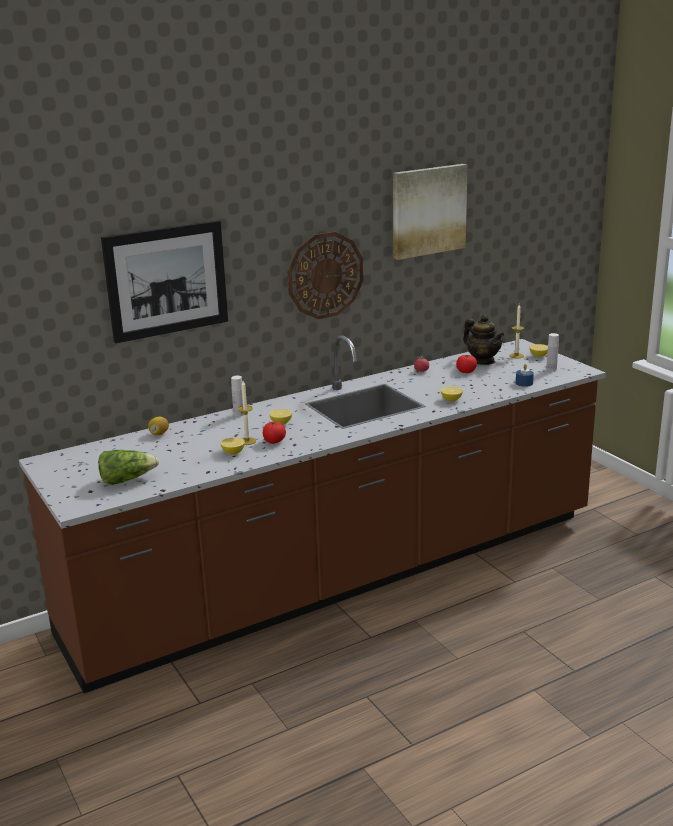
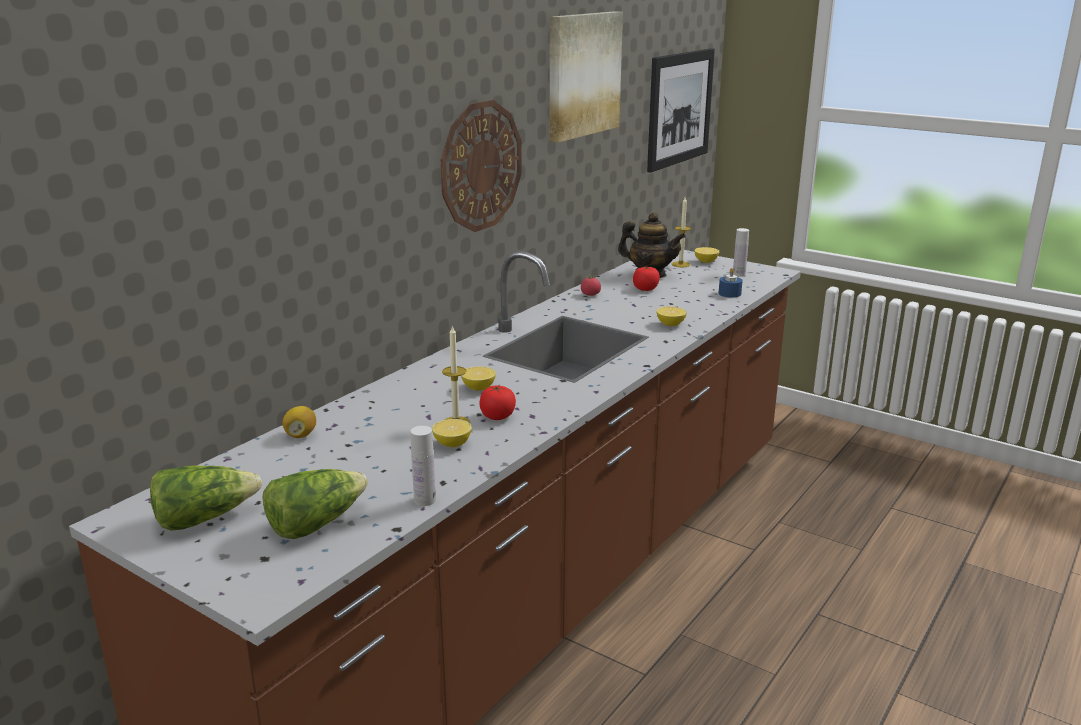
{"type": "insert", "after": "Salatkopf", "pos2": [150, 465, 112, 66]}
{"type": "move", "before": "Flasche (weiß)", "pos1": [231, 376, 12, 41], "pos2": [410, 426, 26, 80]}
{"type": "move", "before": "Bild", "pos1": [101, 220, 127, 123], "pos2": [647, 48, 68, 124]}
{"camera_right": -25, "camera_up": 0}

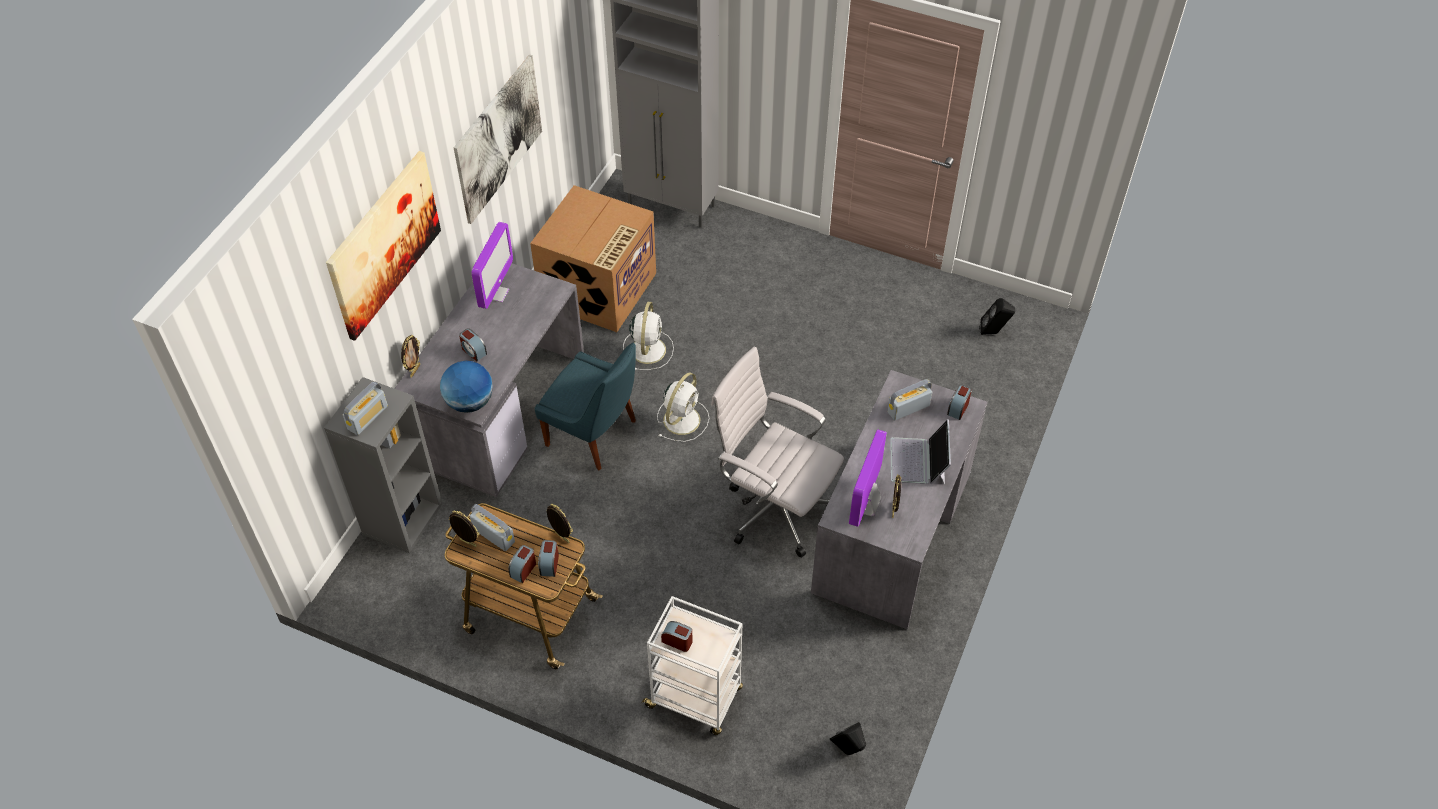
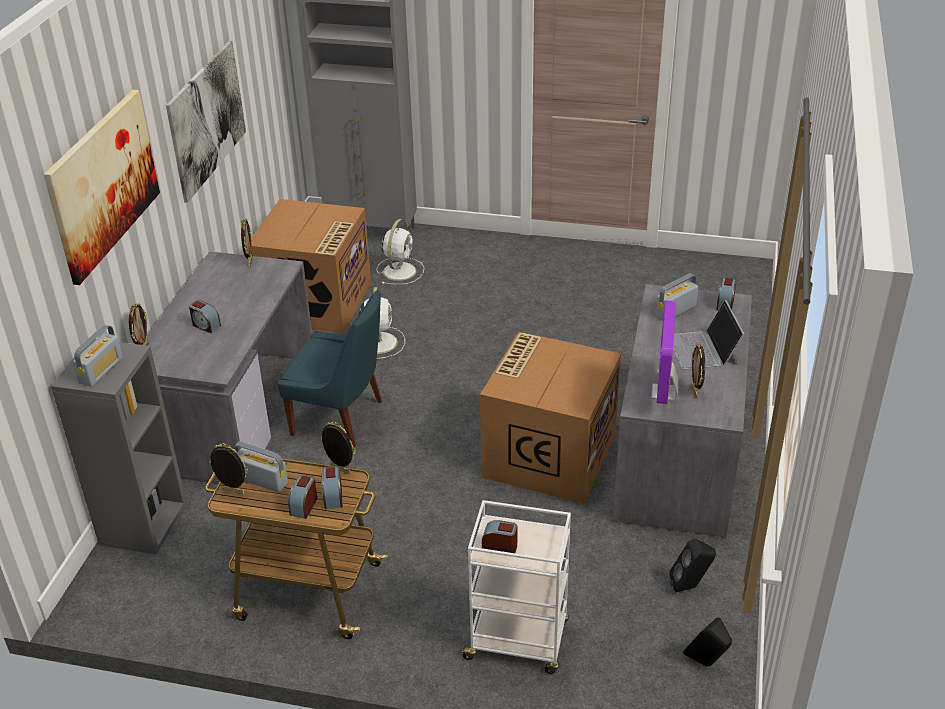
{"type": "insert", "after": "Bilderrahmen", "pos2": [241, 218, 12, 49]}
{"type": "move", "before": "Ventilator (weiß)", "pos1": [657, 373, 52, 69], "pos2": [377, 219, 47, 66]}
{"type": "replace", "before": "Bürostuhl (weiß)", "after": "Karton", "pos1": [711, 347, 133, 211], "pos2": [480, 332, 141, 172]}
{"type": "move", "before": "Lautsprecher (schwarz)", "pos1": [979, 298, 36, 37], "pos2": [670, 539, 46, 54]}
{"type": "delete", "before": "Globus", "pos1": [440, 361, 53, 52]}
{"type": "delete", "before": "Monitor", "pos1": [471, 222, 42, 87]}
{"camera_right": -10, "camera_up": -15}

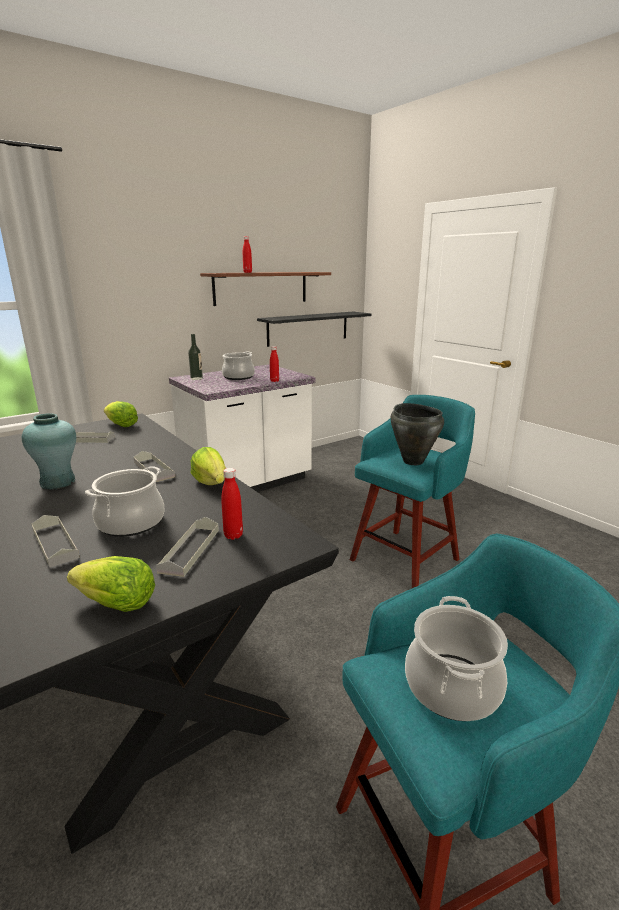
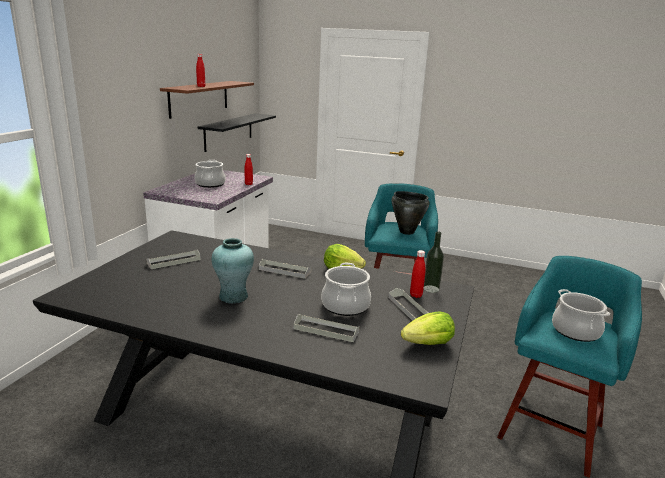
{"type": "move", "before": "Flasche", "pos1": [188, 334, 15, 46], "pos2": [424, 231, 20, 62]}
{"type": "delete", "before": "Salatkopf", "pos1": [104, 401, 34, 26]}
{"camera_right": -35, "camera_up": 0}

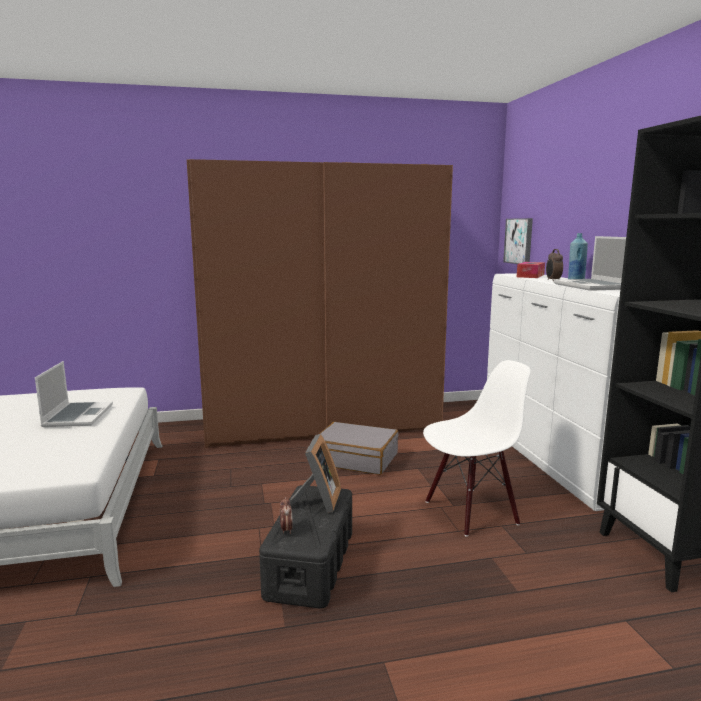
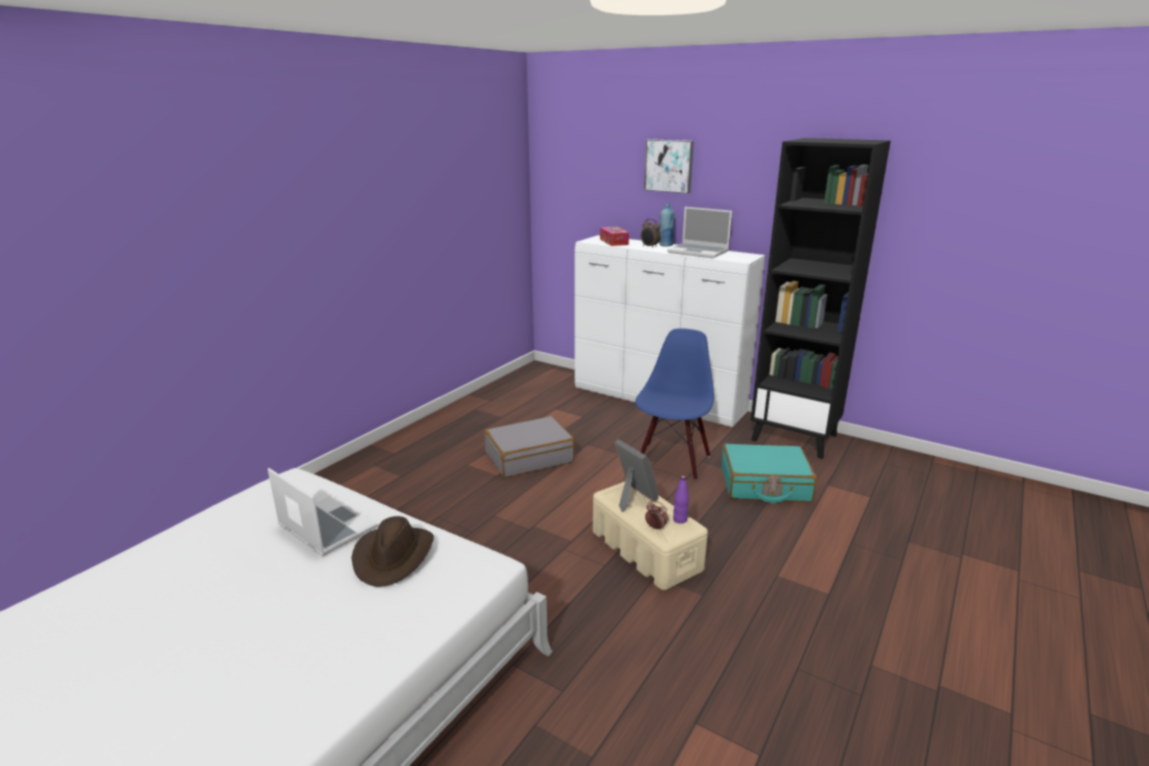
{"type": "insert", "after": "Hut (braun)", "pos2": [351, 516, 83, 71]}
{"type": "recolor", "before": "Aufbewahrungsbox (schwarz)", "after": "Aufbewahrungsbox (beige)", "pos1": [259, 485, 93, 124], "pos2": [593, 482, 115, 108]}
{"type": "recolor", "before": "Stuhl (weiß)", "after": "Stuhl (blau)", "pos1": [423, 360, 107, 177], "pos2": [635, 328, 79, 152]}
{"type": "move", "before": "Bild", "pos1": [503, 218, 30, 46], "pos2": [644, 139, 50, 55]}
{"type": "insert", "after": "Flasche (lila)", "pos2": [673, 476, 16, 48]}
{"type": "insert", "after": "Koffer (türkis)", "pos2": [721, 444, 96, 59]}
{"type": "delete", "before": "Kleiderschrank (braun)", "pos1": [187, 159, 266, 289]}
{"camera_right": -45, "camera_up": 10}

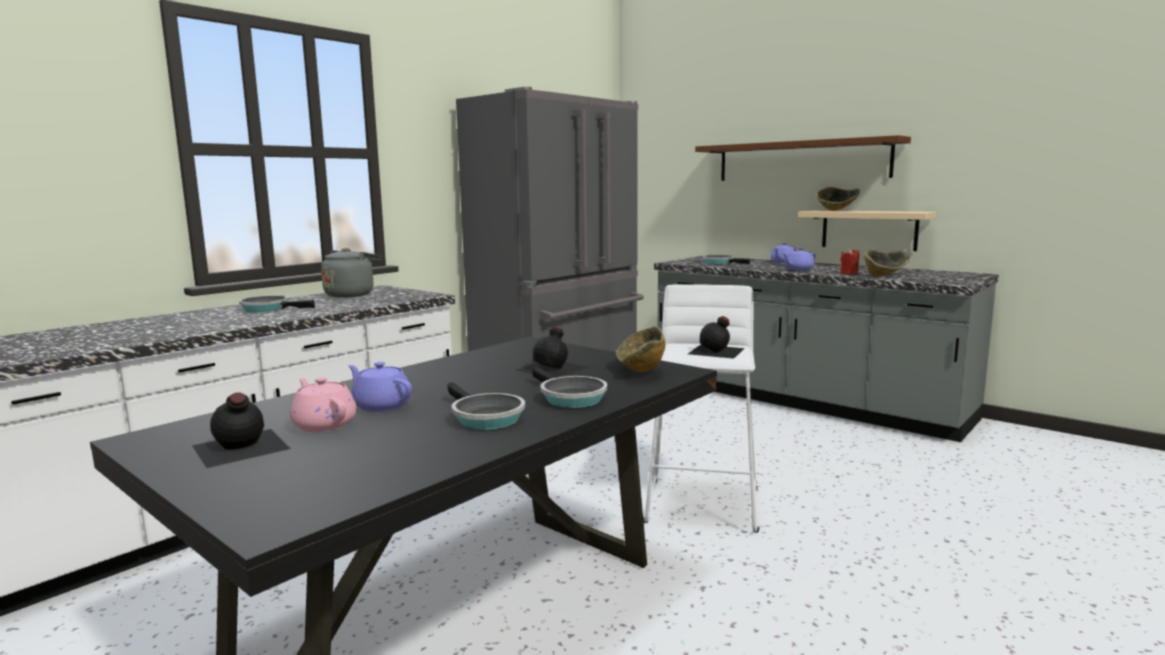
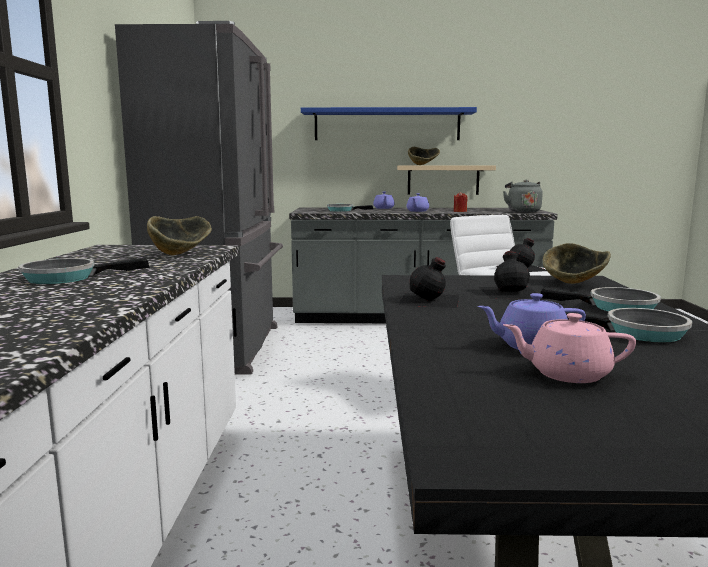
{"type": "move", "before": "Schüssel", "pos1": [864, 249, 46, 27], "pos2": [147, 216, 65, 39]}
{"type": "recolor", "before": "Wandregal (braun)", "after": "Wandregal (blau)", "pos1": [695, 135, 216, 46], "pos2": [301, 107, 176, 33]}
{"type": "move", "before": "Flasche (schwarz)", "pos1": [192, 392, 99, 76], "pos2": [398, 257, 61, 51]}
{"type": "move", "before": "Wasserkessel (grau)", "pos1": [321, 248, 60, 50], "pos2": [503, 180, 40, 32]}
{"camera_right": -40, "camera_up": 0}

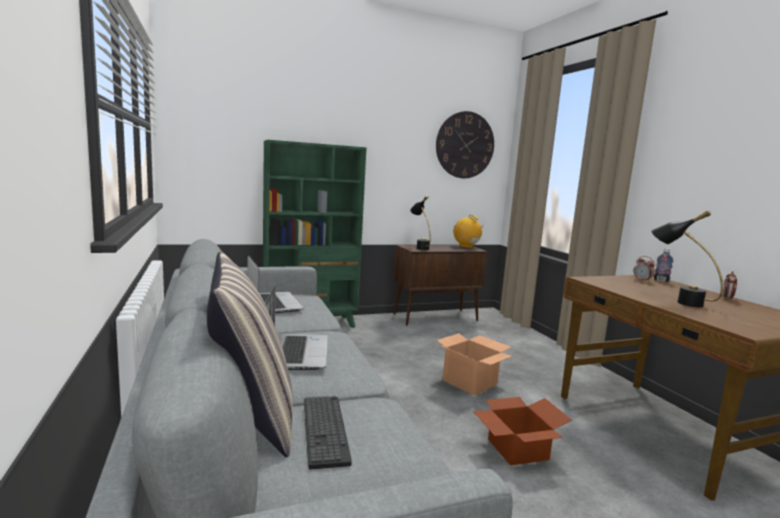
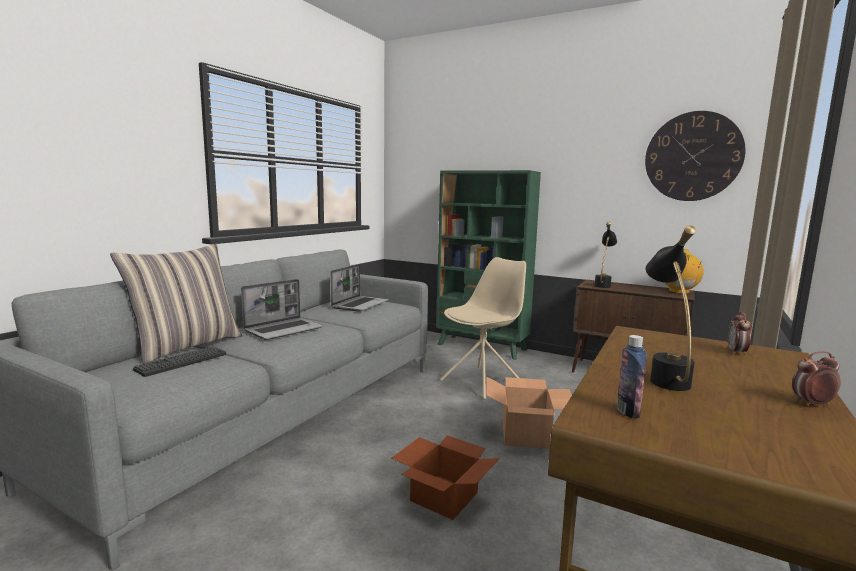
{"type": "insert", "after": "Stuhl (beige)", "pos2": [440, 257, 86, 143]}
{"type": "move", "before": "Flasche", "pos1": [654, 248, 19, 34], "pos2": [617, 335, 30, 84]}
{"camera_right": 50, "camera_up": 0}

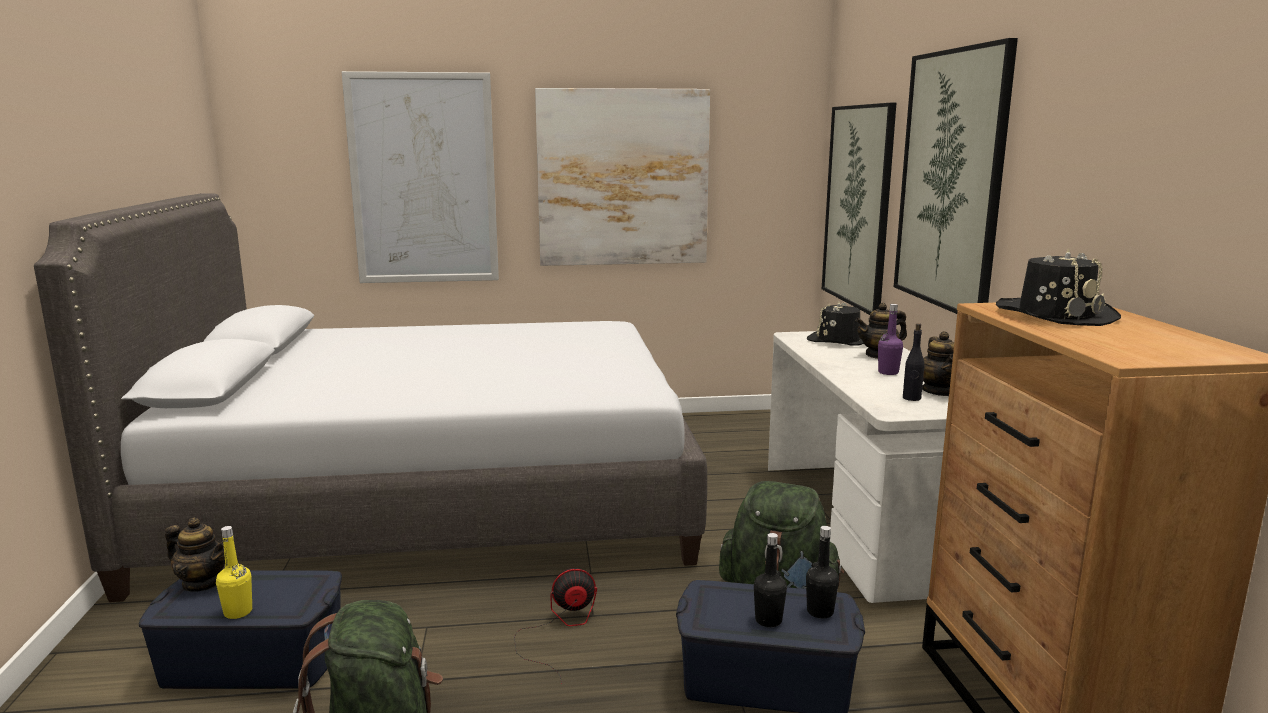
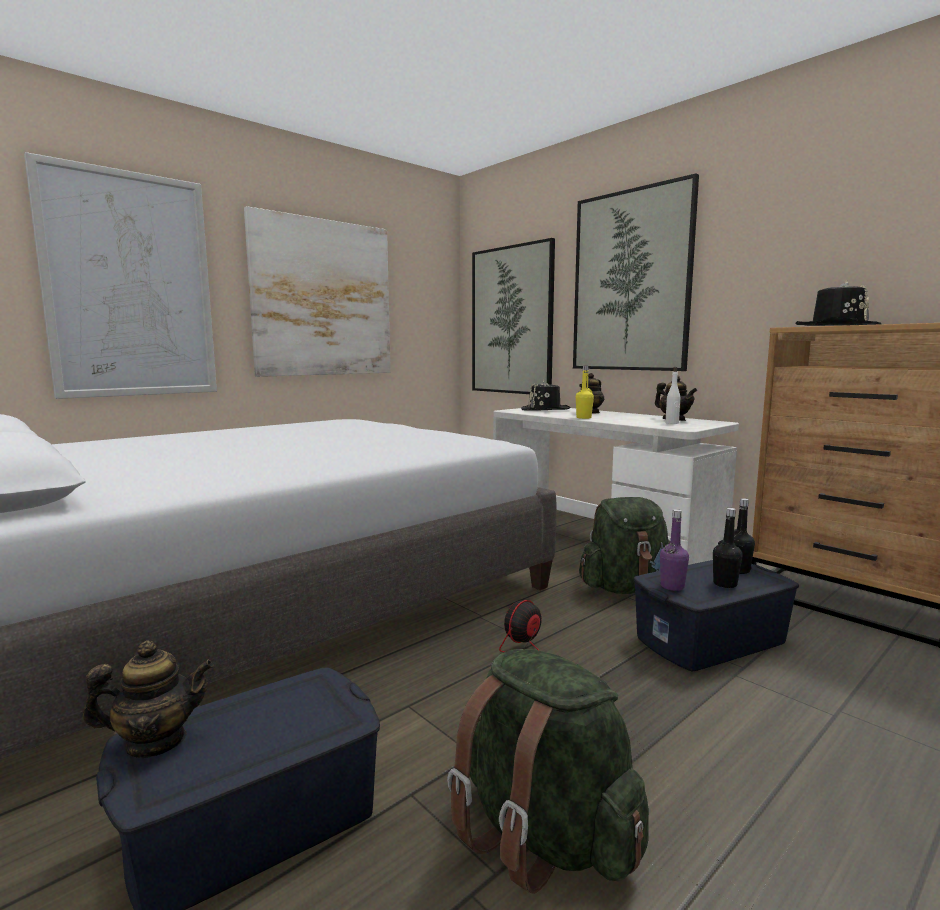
{"type": "move", "before": "Flasche (gelb)", "pos1": [216, 526, 36, 93], "pos2": [576, 366, 18, 53]}
{"type": "move", "before": "Flasche (lila)", "pos1": [878, 304, 25, 71], "pos2": [660, 509, 29, 82]}
{"type": "recolor", "before": "Flasche (schwarz)", "after": "Flasche (weiß)", "pos1": [903, 323, 21, 78], "pos2": [665, 367, 15, 57]}
{"camera_right": -35, "camera_up": -5}

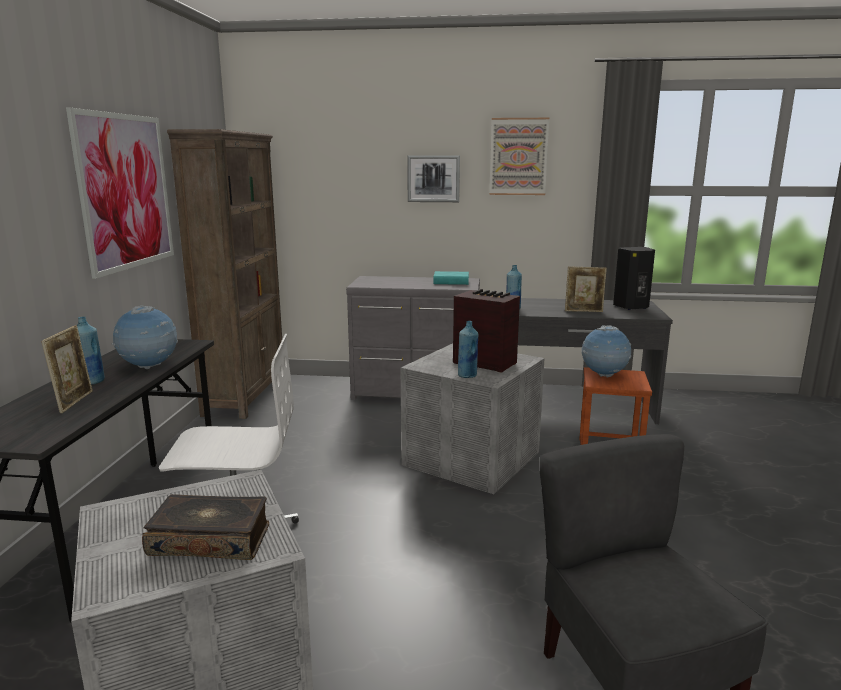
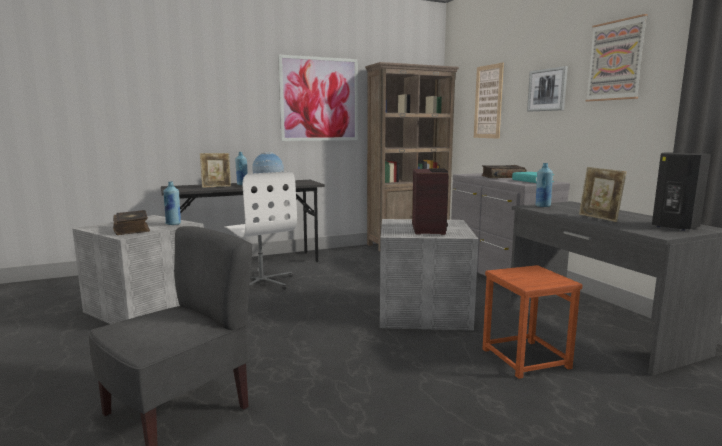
{"type": "move", "before": "Flasche (blau)", "pos1": [458, 321, 20, 57], "pos2": [163, 181, 18, 44]}
{"type": "insert", "after": "Bild", "pos2": [474, 62, 30, 77]}
{"type": "insert", "after": "Buch", "pos2": [481, 165, 46, 13]}
{"type": "delete", "before": "Globus", "pos1": [581, 325, 51, 52]}
{"camera_right": 60, "camera_up": -5}

